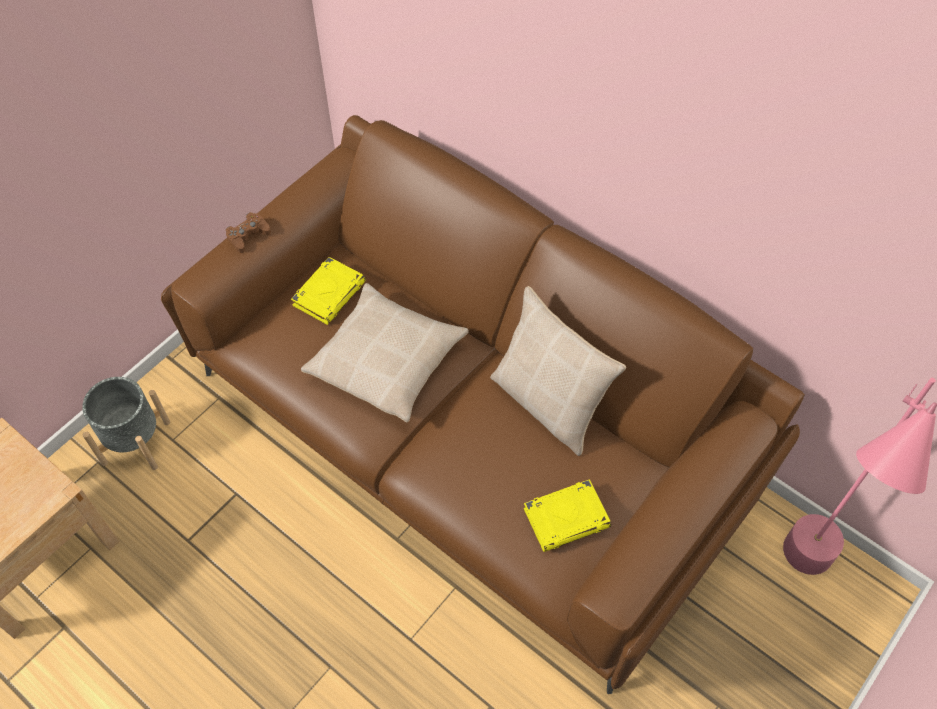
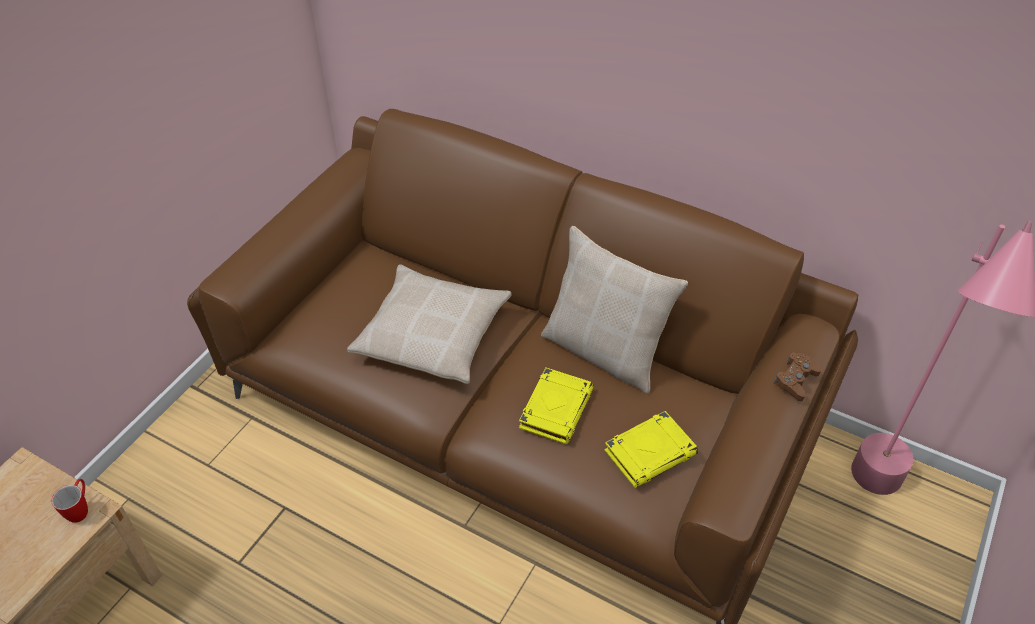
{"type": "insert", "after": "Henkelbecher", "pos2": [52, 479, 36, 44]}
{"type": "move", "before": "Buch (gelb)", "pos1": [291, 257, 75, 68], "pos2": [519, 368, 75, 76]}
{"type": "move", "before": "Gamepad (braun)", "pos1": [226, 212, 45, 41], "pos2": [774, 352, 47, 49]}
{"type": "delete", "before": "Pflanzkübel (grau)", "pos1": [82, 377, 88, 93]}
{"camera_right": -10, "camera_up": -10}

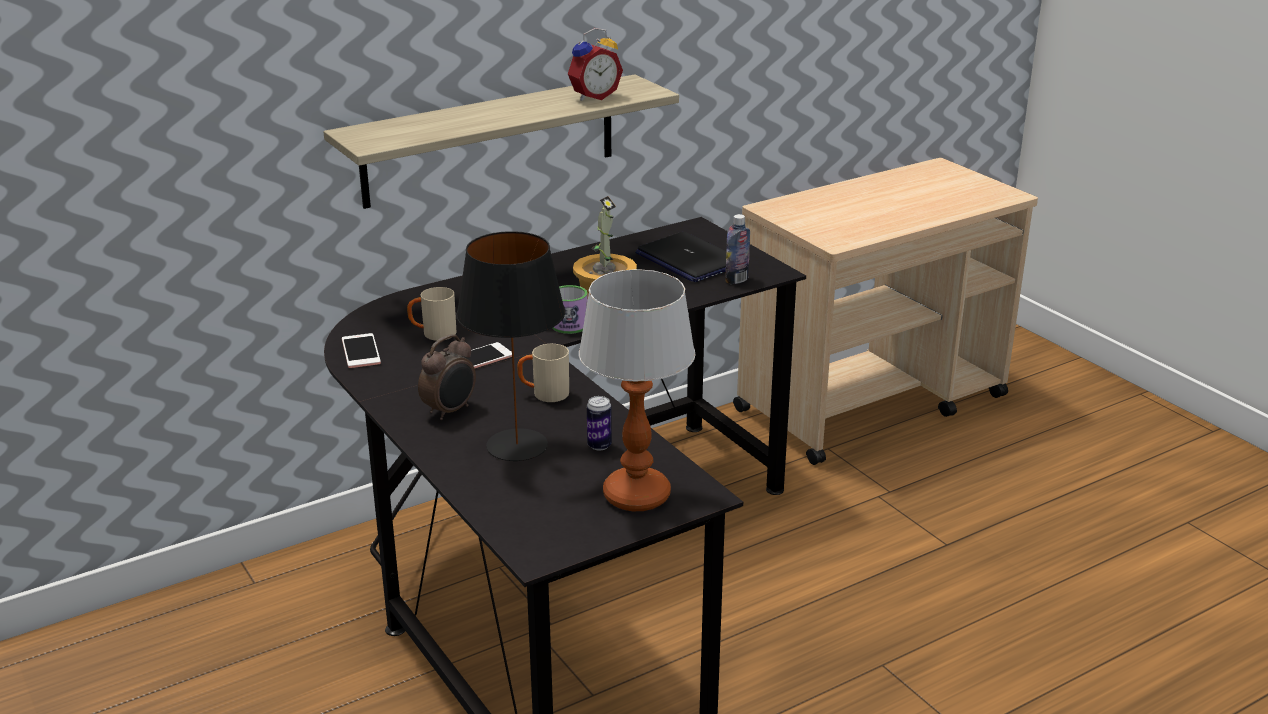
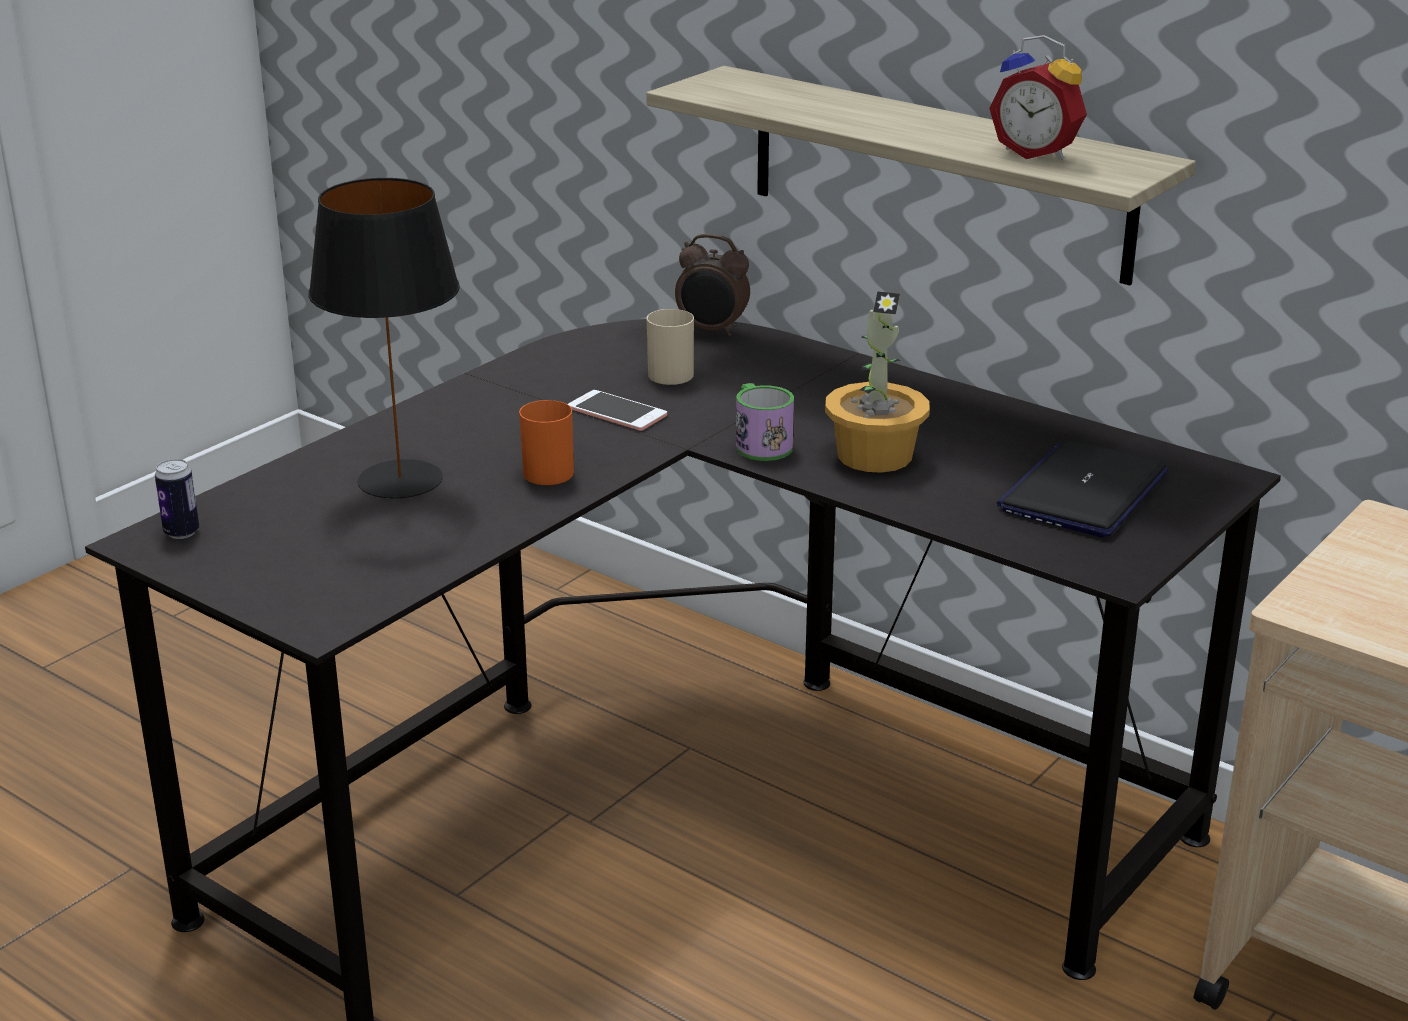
{"type": "move", "before": "Dose", "pos1": [587, 396, 25, 55], "pos2": [155, 459, 44, 80]}
{"type": "recolor", "before": "Henkelbecher (beige)", "after": "Henkelbecher (orange)", "pos1": [517, 344, 52, 58], "pos2": [519, 400, 55, 85]}
{"type": "move", "before": "Wecker", "pos1": [418, 334, 58, 86], "pos2": [675, 234, 75, 102]}
{"type": "delete", "before": "Handy", "pos1": [342, 333, 39, 35]}
{"type": "delete", "before": "Tischlampe", "pos1": [579, 269, 117, 242]}
{"type": "delete", "before": "Flasche", "pos1": [725, 214, 25, 70]}
{"camera_right": 70, "camera_up": 0}

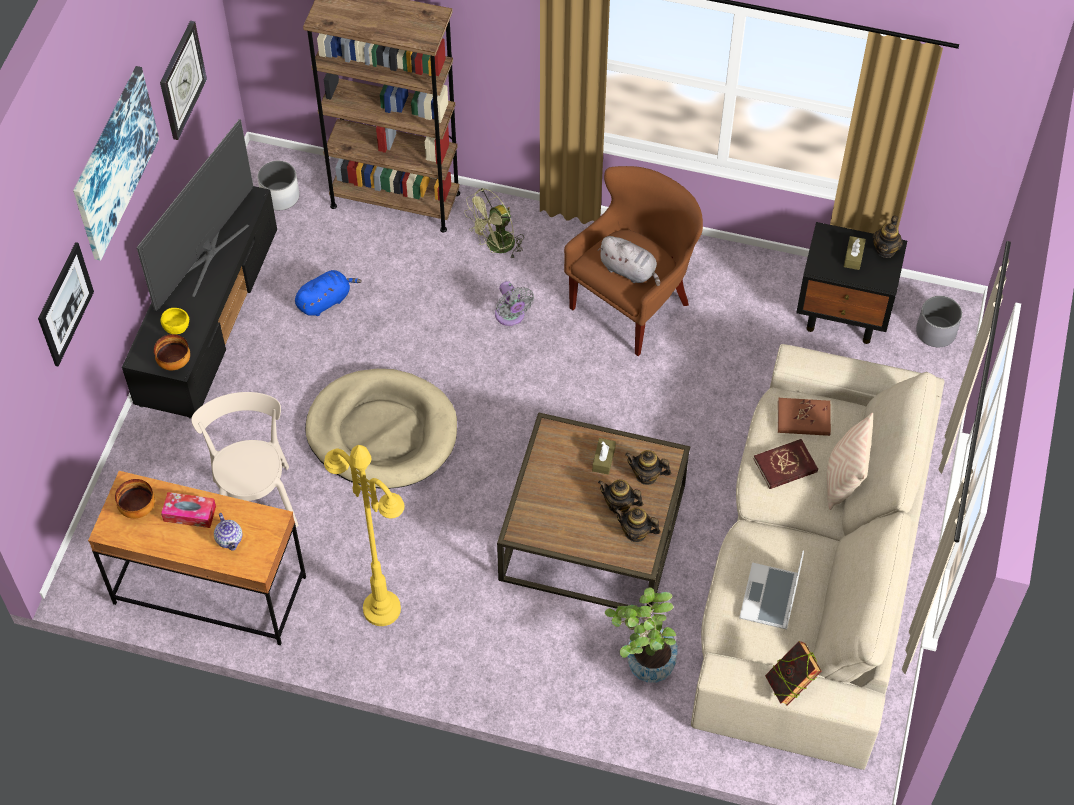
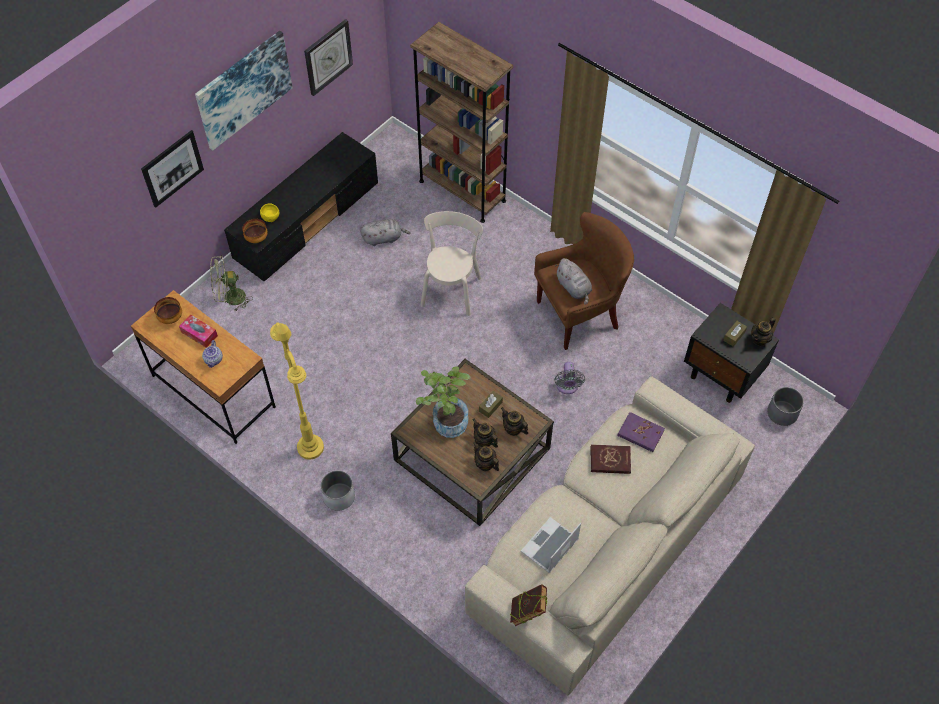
{"type": "move", "before": "Ventilator (grün)", "pos1": [464, 188, 60, 72], "pos2": [210, 255, 43, 56]}
{"type": "move", "before": "Pflanzkübel (weiß)", "pos1": [258, 161, 41, 49], "pos2": [321, 470, 34, 41]}
{"type": "recolor", "before": "Plüschtier (blau)", "after": "Plüschtier (grau)", "pos1": [295, 270, 67, 46], "pos2": [360, 219, 50, 27]}
{"type": "move", "before": "Topfpflanze", "pos1": [605, 587, 72, 96], "pos2": [416, 366, 54, 72]}
{"type": "move", "before": "Stuhl (beige)", "pos1": [191, 392, 107, 135], "pos2": [420, 211, 63, 105]}
{"type": "move", "before": "Ventilator (grau)", "pos1": [495, 281, 39, 45], "pos2": [554, 362, 31, 32]}
{"type": "recolor", "before": "Buch (braun)", "after": "Buch (lila)", "pos1": [778, 398, 53, 38], "pos2": [617, 412, 48, 40]}
{"type": "delete", "before": "Fernseher", "pos1": [137, 119, 116, 192]}
{"type": "delete", "before": "Hundebett (beige)", "pos1": [305, 369, 152, 120]}
{"type": "delete", "before": "Kissen (beige)", "pos1": [827, 413, 46, 97]}
{"camera_right": 25, "camera_up": 0}

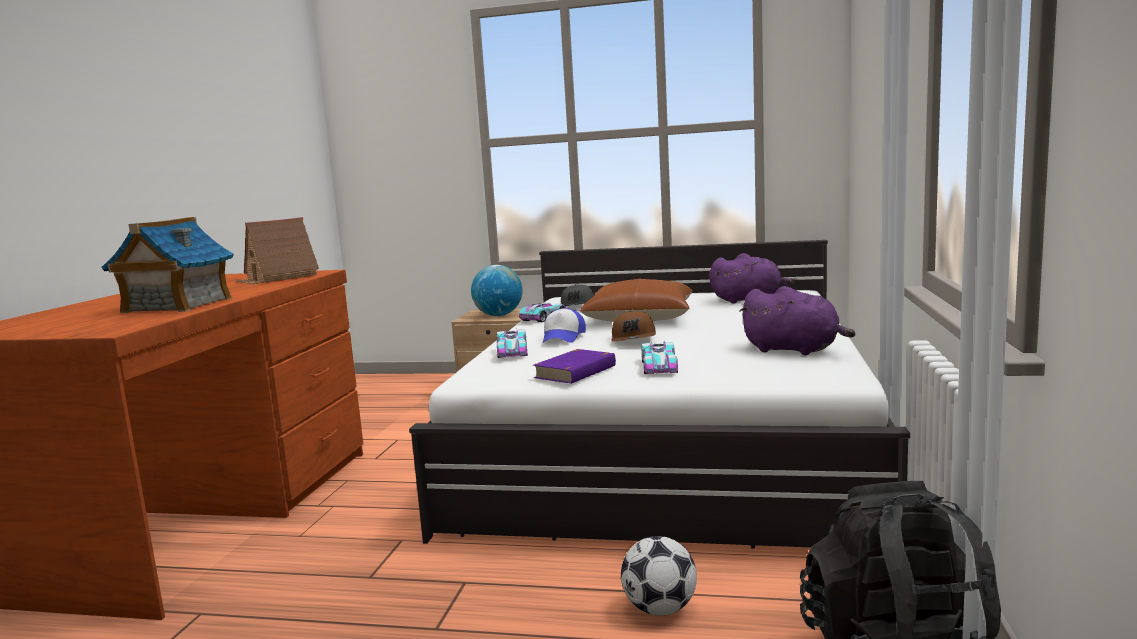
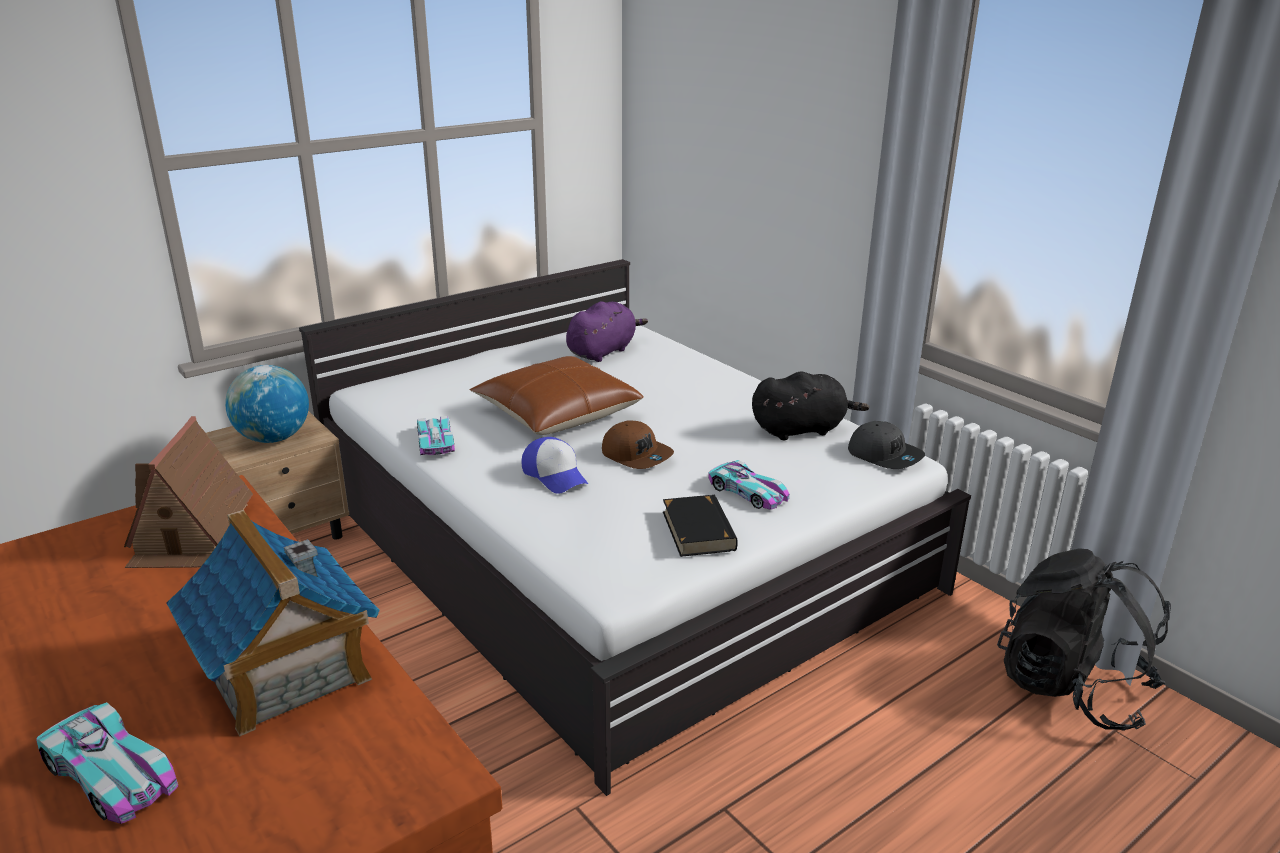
{"type": "move", "before": "Spielzeugauto", "pos1": [497, 329, 31, 29], "pos2": [36, 702, 142, 122]}
{"type": "recolor", "before": "Buch (lila)", "after": "Buch (schwarz)", "pos1": [533, 349, 83, 35], "pos2": [663, 495, 75, 62]}
{"type": "recolor", "before": "Plüschtier (lila)", "after": "Plüschtier (schwarz)", "pos1": [739, 286, 116, 69], "pos2": [752, 371, 117, 69]}
{"type": "move", "before": "Kappe (grau)", "pos1": [561, 284, 33, 22], "pos2": [848, 421, 77, 48]}
{"type": "delete", "before": "Fußball", "pos1": [621, 536, 76, 80]}
{"camera_right": -50, "camera_up": 15}

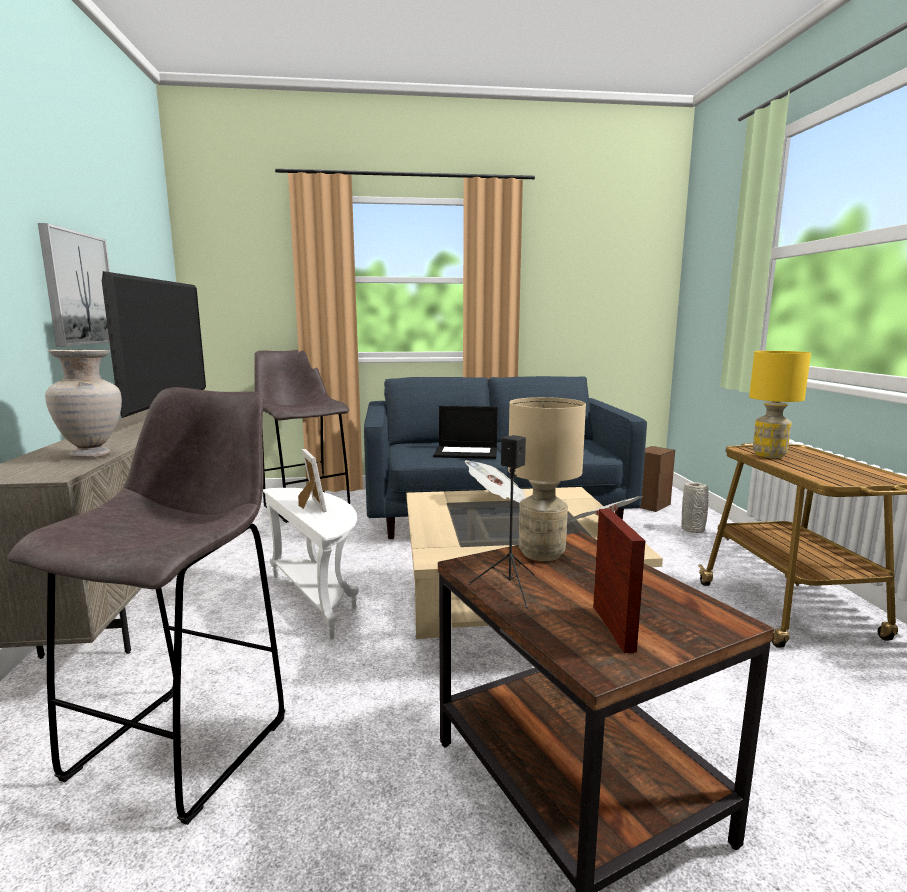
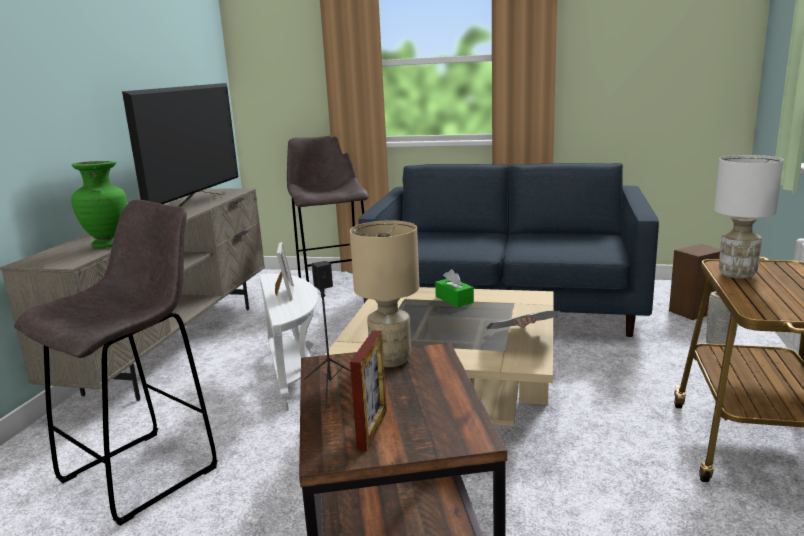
{"type": "recolor", "before": "Vase (beige)", "after": "Vase (grün)", "pos1": [45, 349, 77, 109], "pos2": [71, 161, 56, 87]}
{"type": "replace", "before": "Zeitung", "after": "Taschentuchbox (grün)", "pos1": [465, 460, 61, 43], "pos2": [435, 269, 39, 38]}
{"type": "recolor", "before": "Tischlampe (gelb)", "after": "Tischlampe (weiß)", "pos1": [749, 351, 62, 107], "pos2": [714, 155, 69, 124]}
{"type": "delete", "before": "Bild", "pos1": [38, 223, 72, 123]}
{"type": "delete", "before": "Laptop", "pos1": [433, 406, 64, 53]}
{"camera_right": 20, "camera_up": 5}

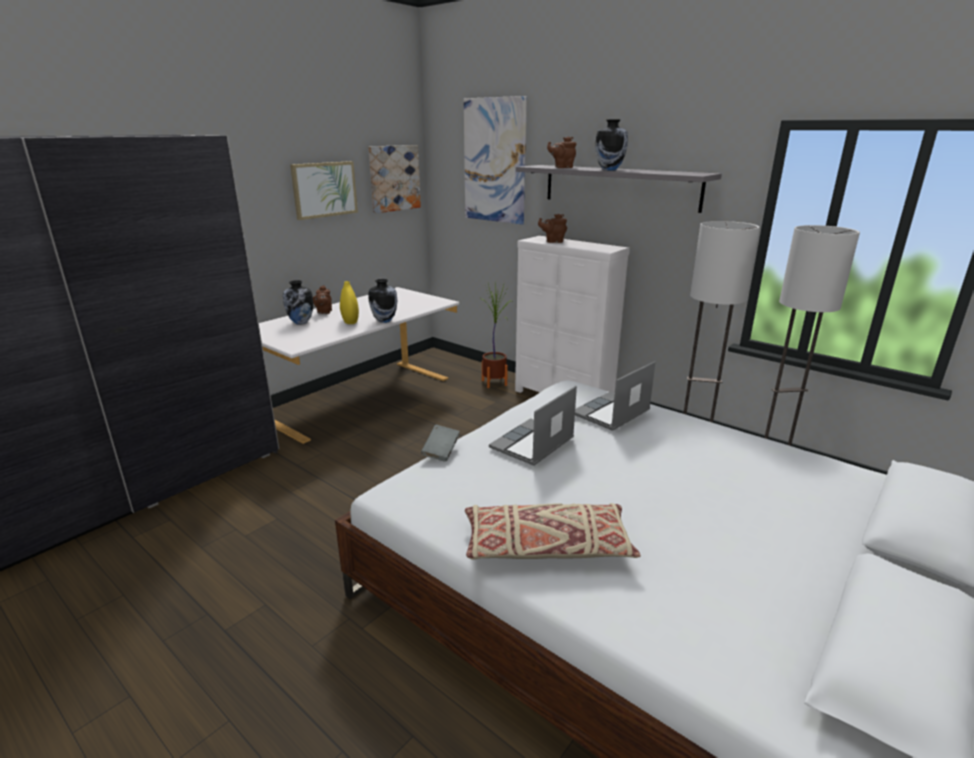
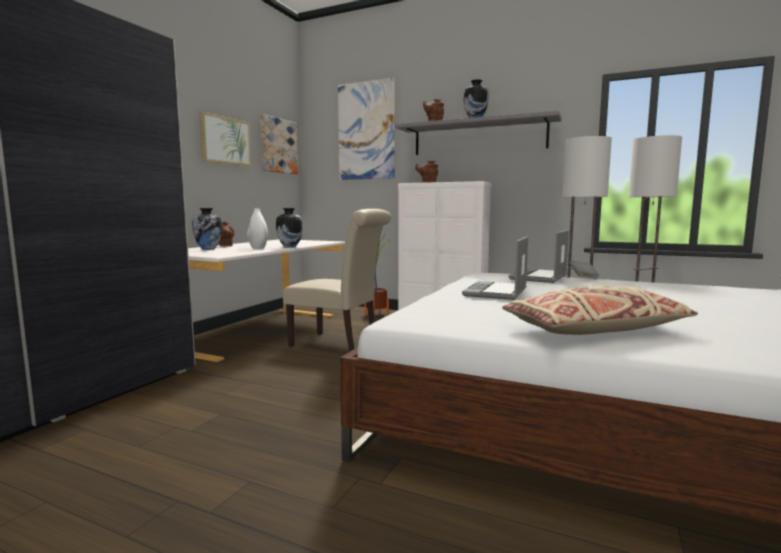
{"type": "recolor", "before": "Vase (gelb)", "after": "Vase (weiß)", "pos1": [340, 281, 19, 43], "pos2": [247, 208, 21, 40]}
{"type": "insert", "after": "Stuhl (beige)", "pos2": [283, 209, 108, 142]}
{"type": "move", "before": "Buch (grau)", "pos1": [421, 425, 39, 37], "pos2": [569, 260, 30, 20]}
{"camera_right": -15, "camera_up": -15}

